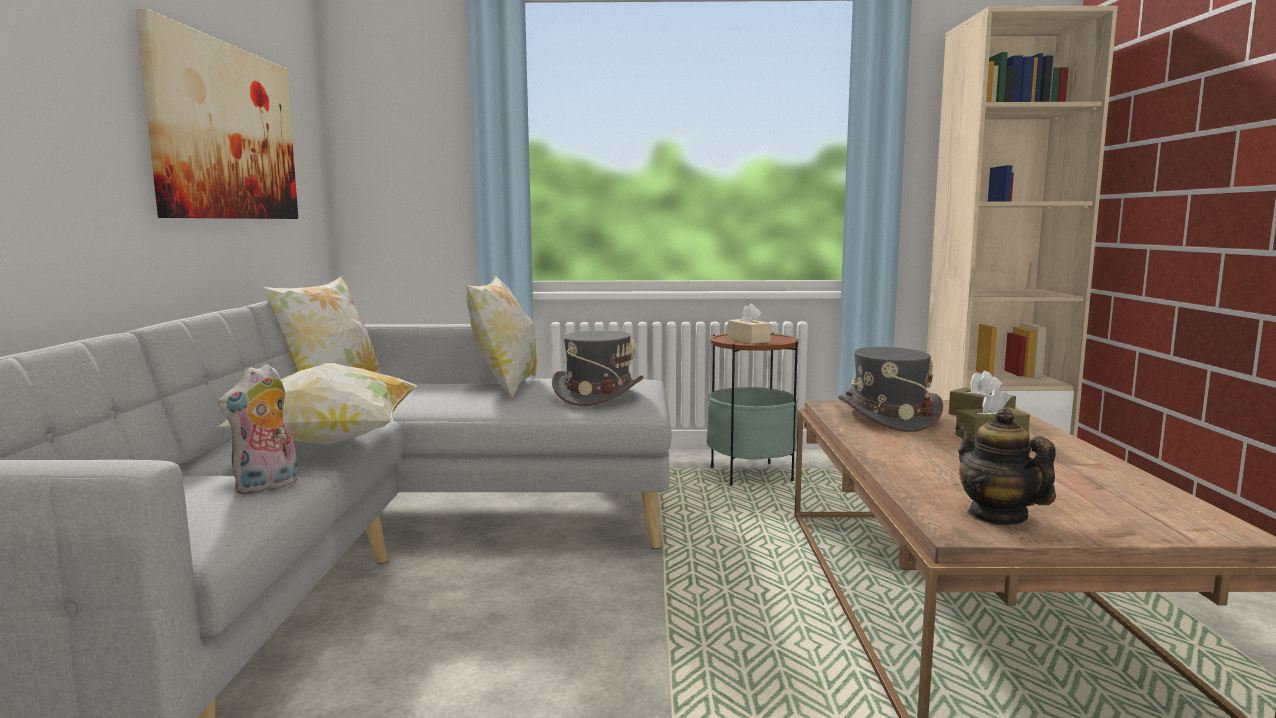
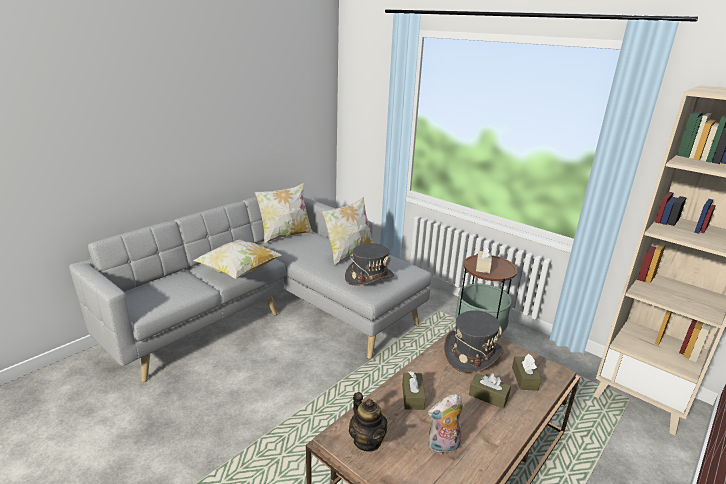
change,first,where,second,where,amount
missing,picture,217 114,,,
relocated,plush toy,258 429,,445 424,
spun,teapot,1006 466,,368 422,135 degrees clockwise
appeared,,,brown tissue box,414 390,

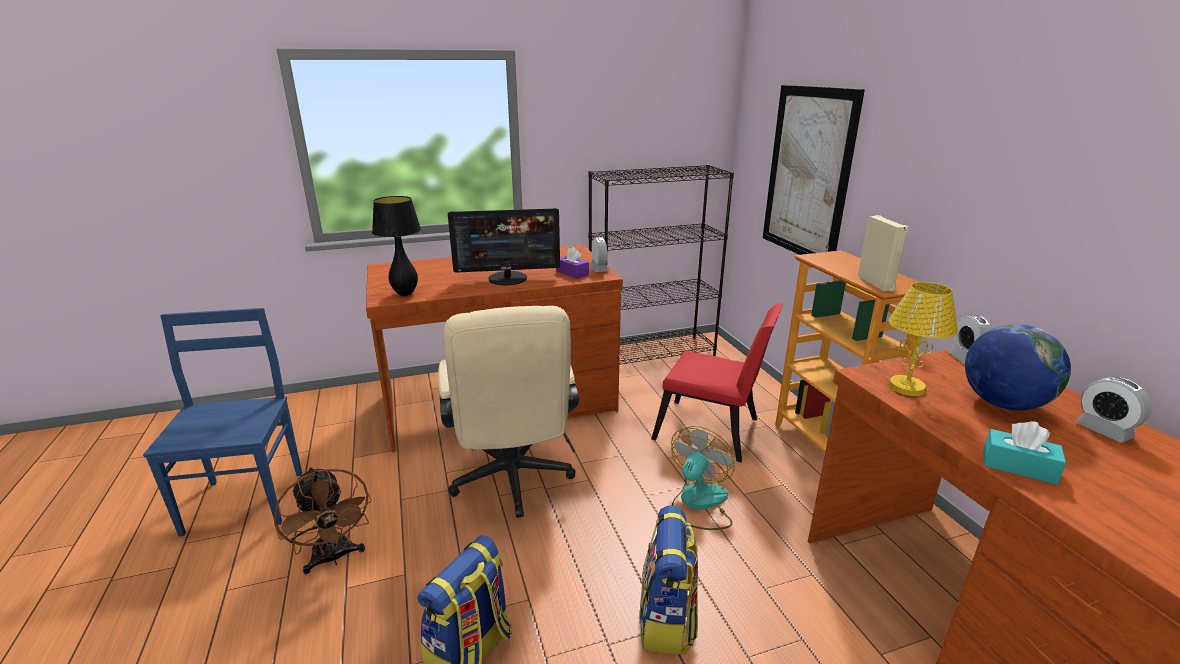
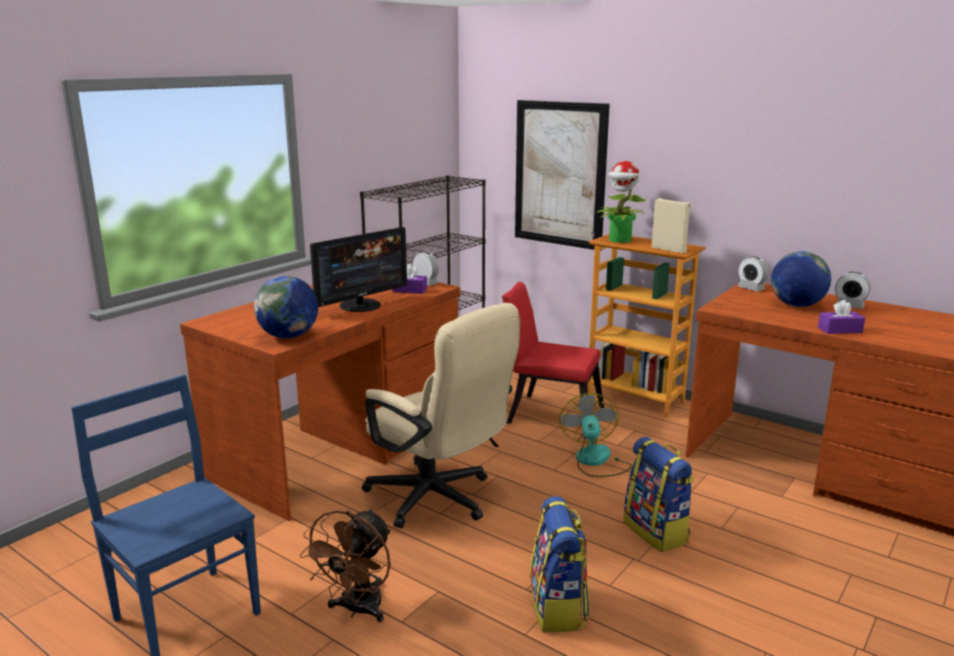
change,first,where,second,where,amount
exchanged,black table lamp,396 246,globe,286 307,
missing,yellow table lamp,923 339,,,
spun,red chair,717 382,,553 353,150 degrees counterclockwise
colour,turquoise tissue box,1024 453,purple tissue box,841 317,
spun,brown fan,322 520,,345 565,90 degrees clockwise
appeared,,,potted plant,620 202,

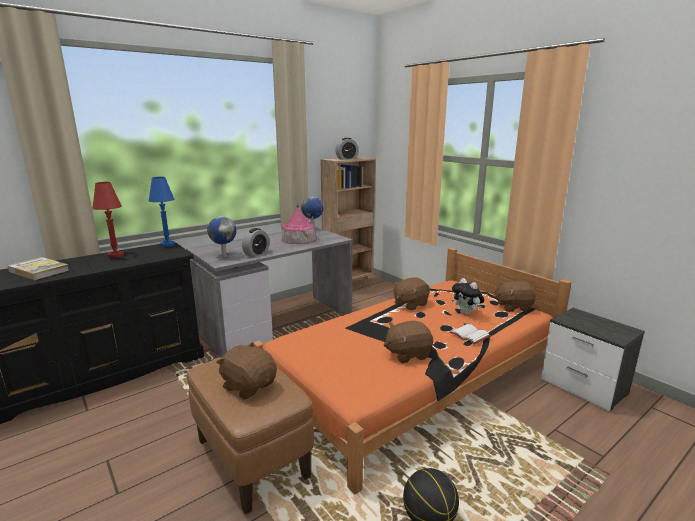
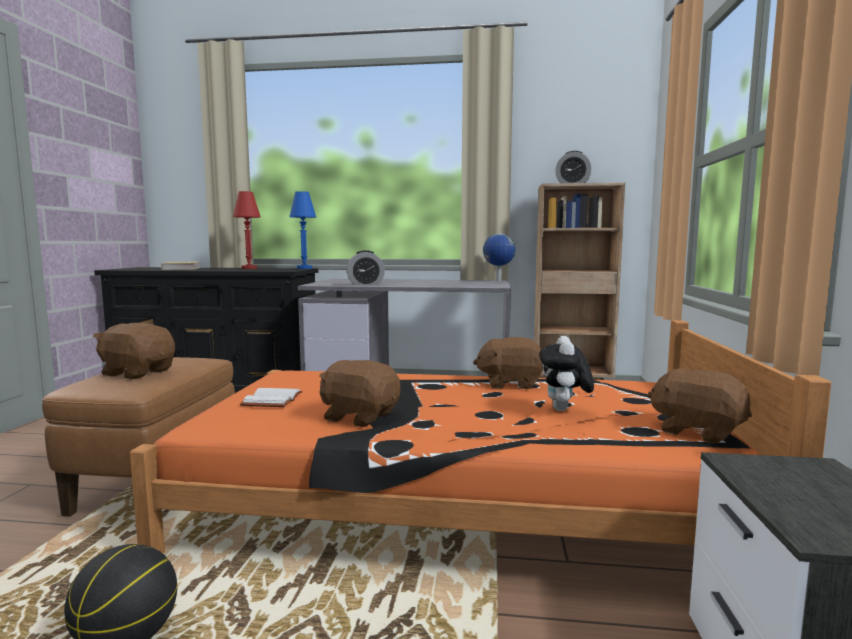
change,first,where,second,where,amount
missing,toy house,299 224,,,
missing,globe,222 236,,,
relocated,white book,470 334,,271 397,
spun,brown plush toy,246 371,,134 351,60 degrees counterclockwise

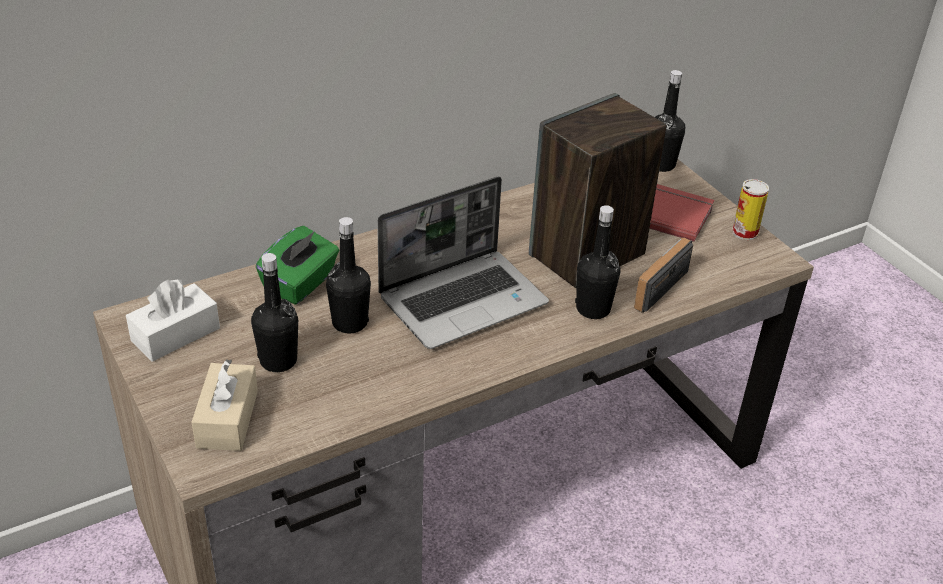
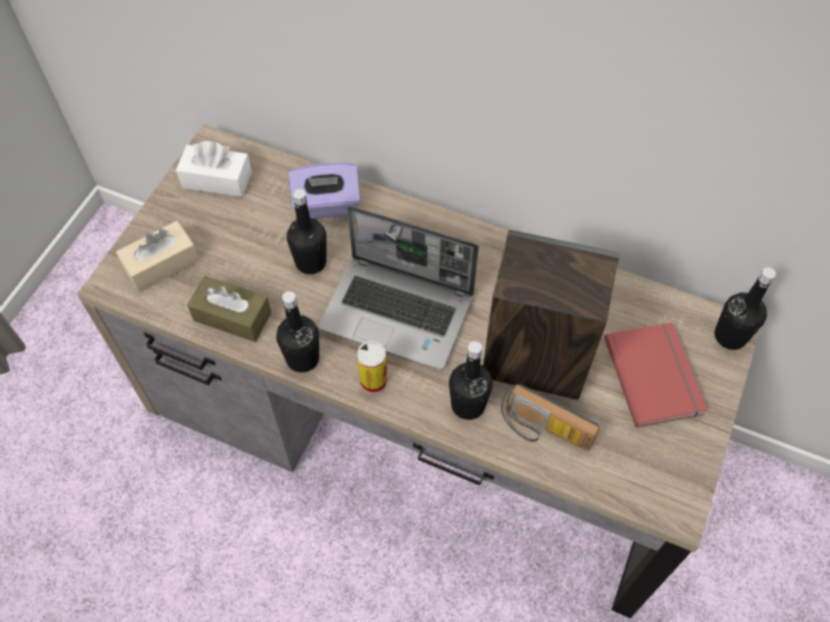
change,first,where,second,where,amount
relocated,can,750 209,,372 367,
colour,green tissue box,297 265,purple tissue box,324 191,
spun,radio,663 275,,550 417,150 degrees counterclockwise
relocated,black bottle,274 312,,297 331,
appeared,,,brown tissue box,229 309,

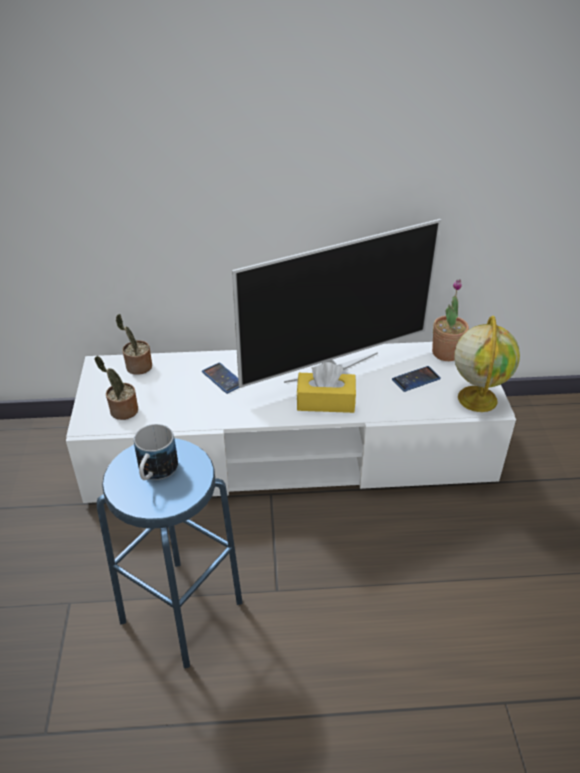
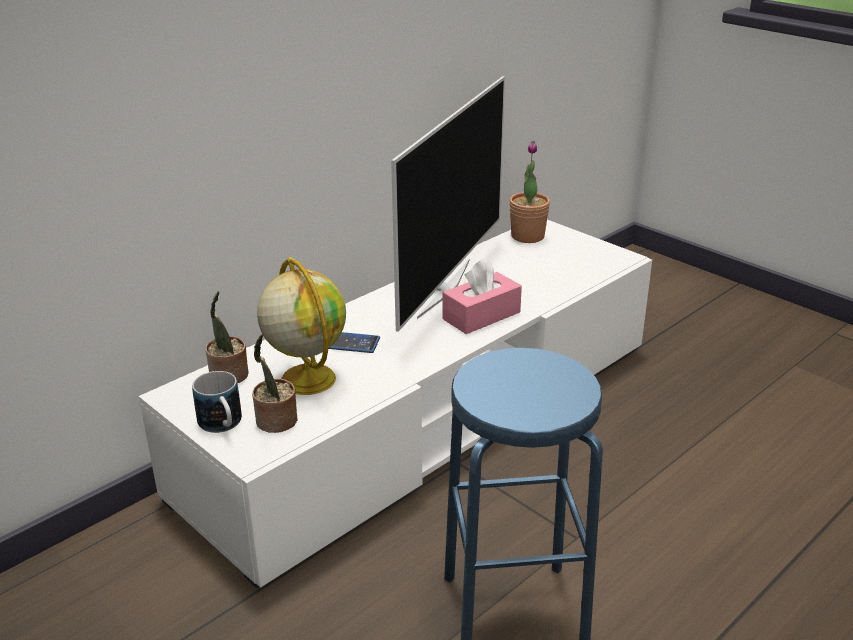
change,first,where,second,where,amount
relocated,globe,487 364,,301 326,
colour,yellow tissue box,326 387,pink tissue box,482 296,
missing,phone,416 379,,,
relocated,mug,156 452,,217 402,

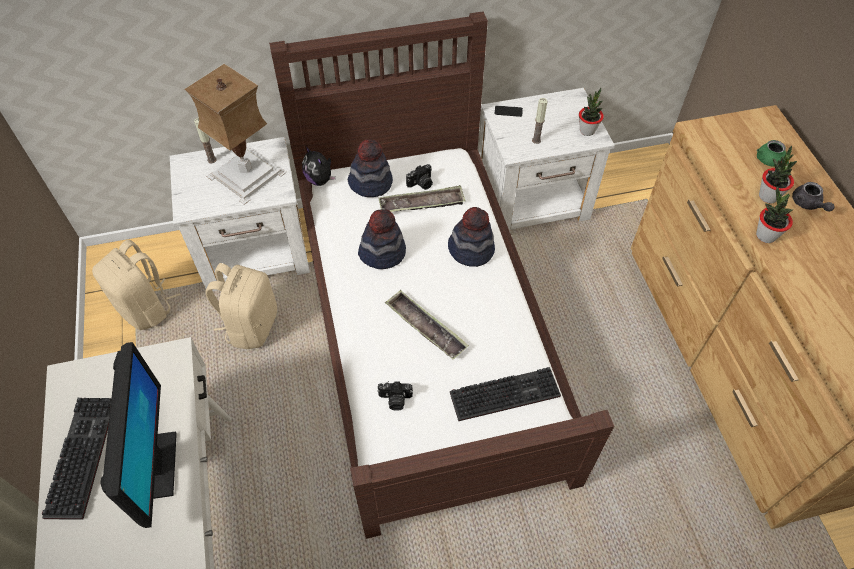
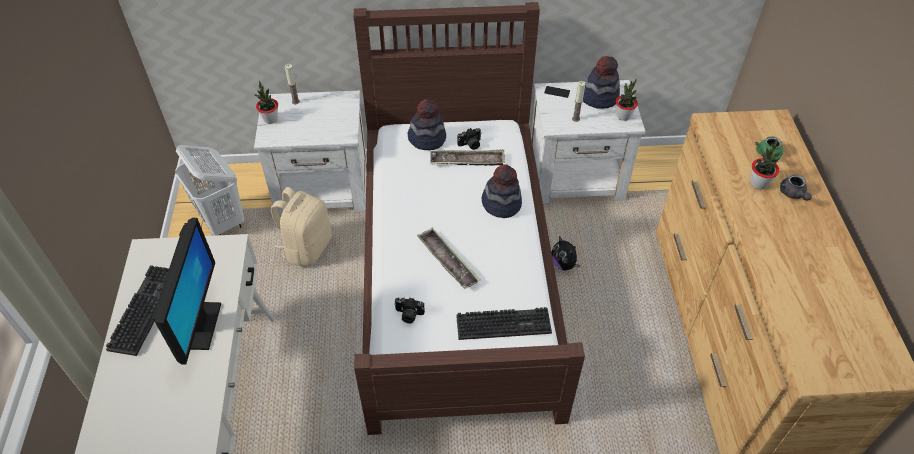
change,first,where,second,where,amount
missing,table lamp,236 134,,,
relocated,plush toy,319 166,,566 253,
relocated,potted plant,774 215,,266 102,
relocated,hat,382 239,,601 82,
exchanged,beige backpack,136 285,white laundry basket,210 190,

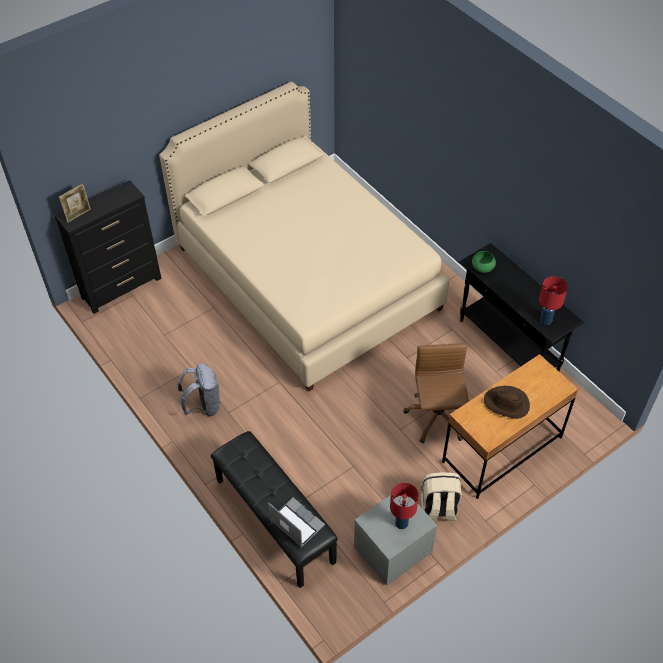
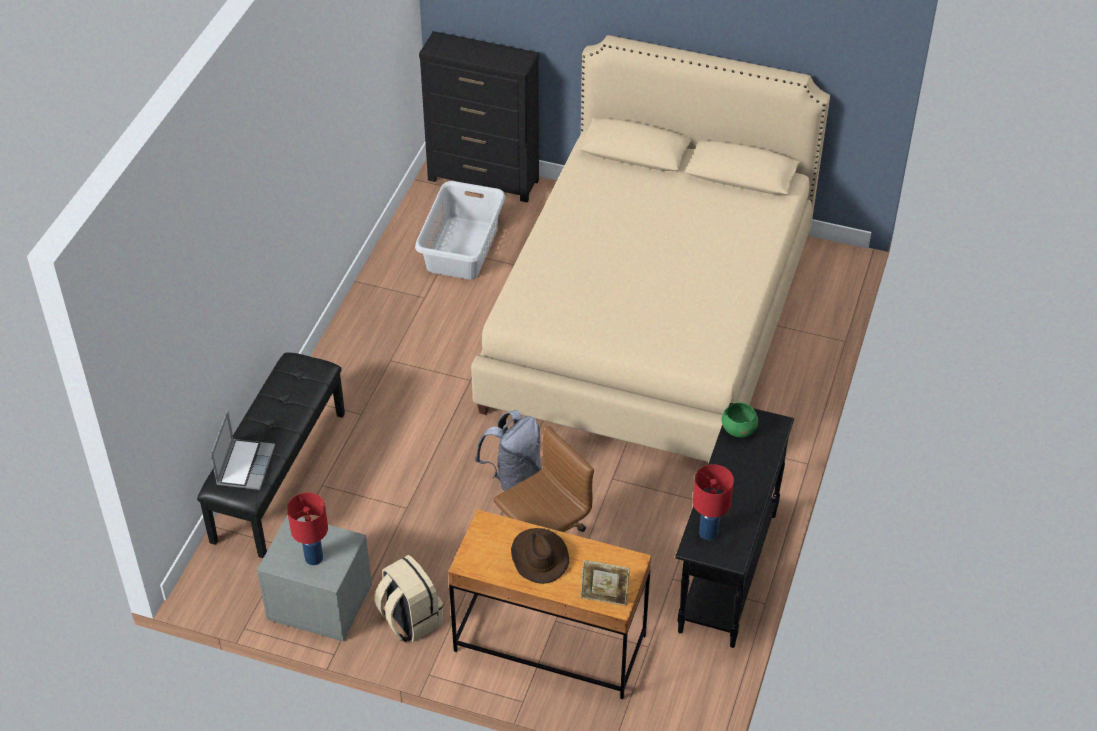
change,first,where,second,where,amount
relocated,picture frame,75 203,,605 583,
relocated,grey backpack,199 389,,508 450,
appeared,,,grey laundry basket,460 230,

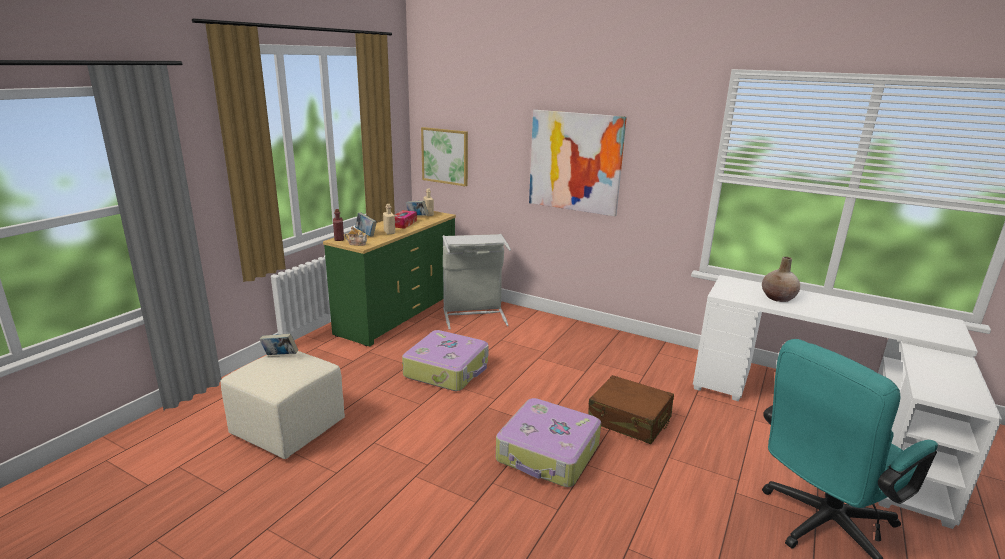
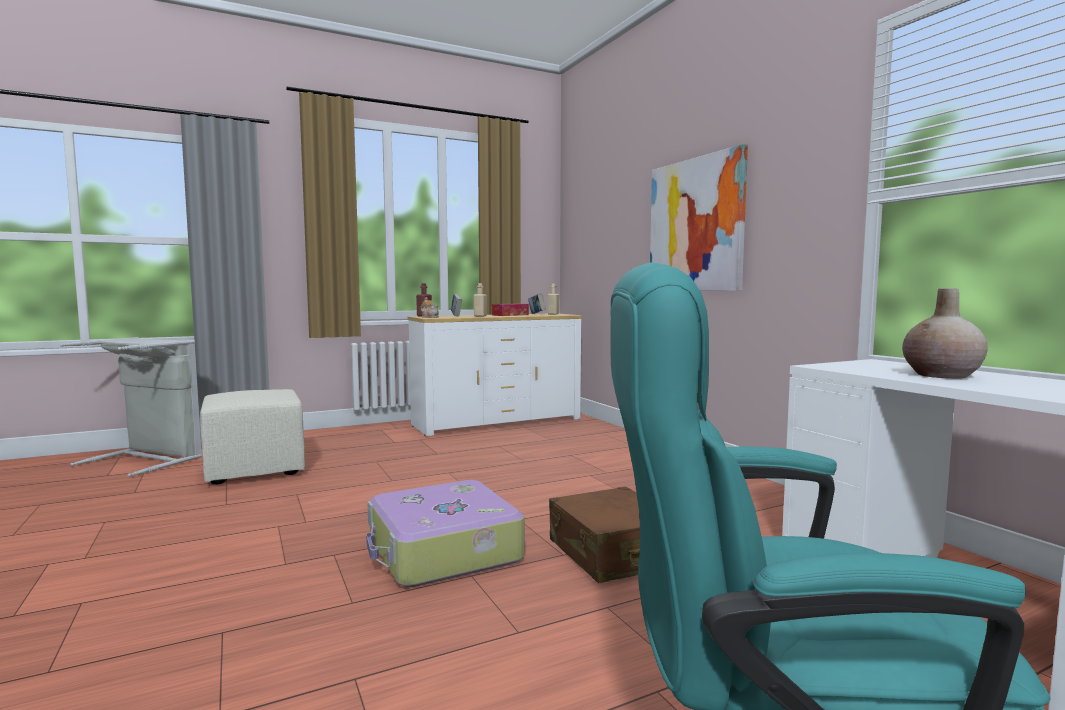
change,first,where,second,where,amount
missing,picture,444 156,,,
colour,green dresser,389 279,white dresser,495 375,
relocated,grey laundry basket,477 282,,131 407,
missing,suitcase,445 360,,,
missing,book,278 344,,,

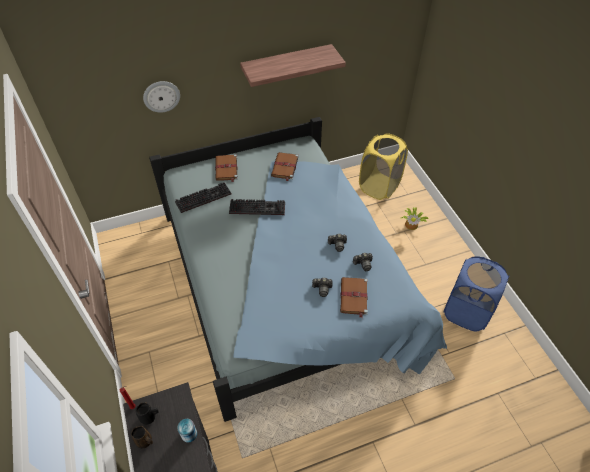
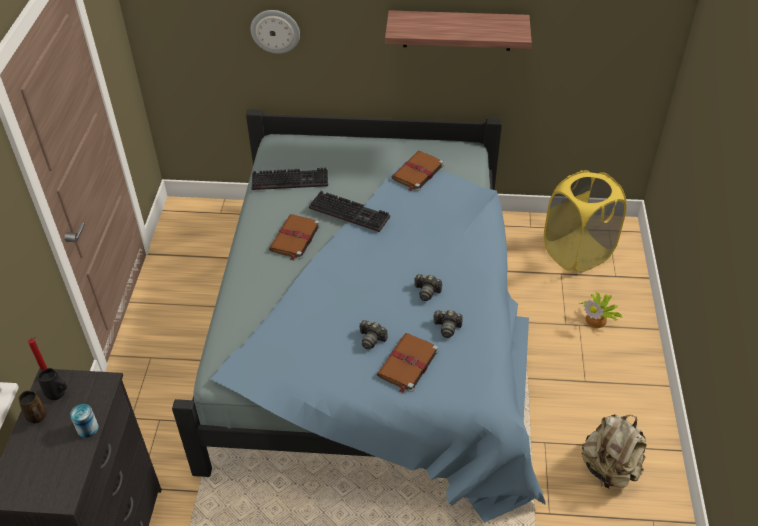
change,first,where,second,where,amount
relocated,brown book,226 168,,294 237,
exchanged,blue laundry basket,476 293,beige backpack,614 452,

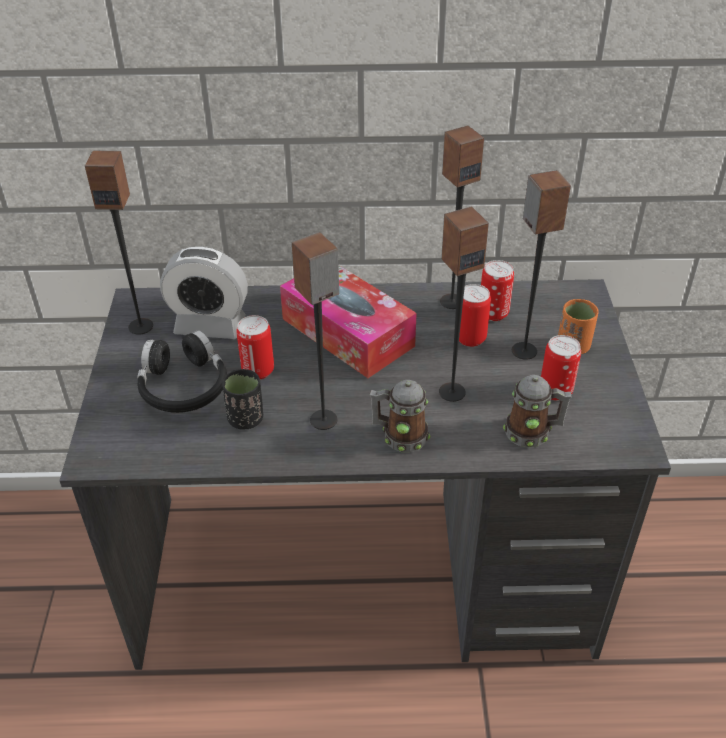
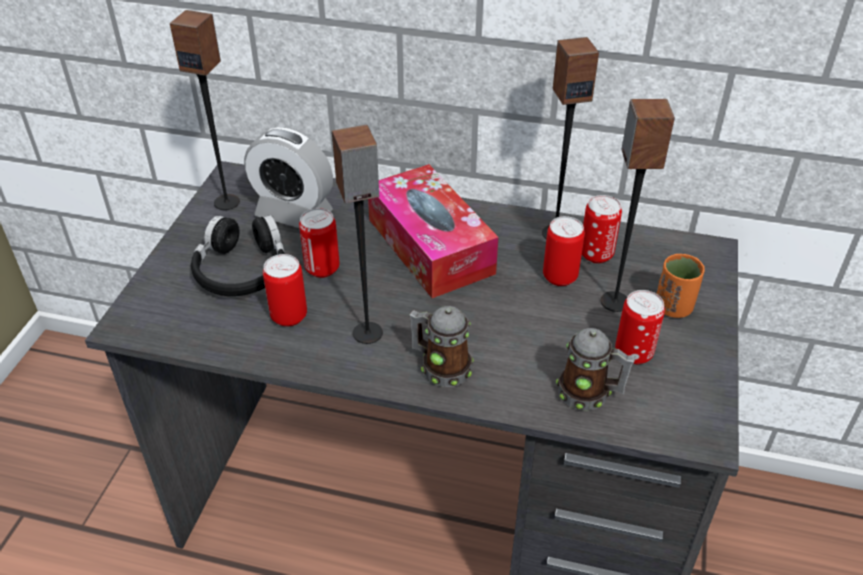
change,first,where,second,where,amount
missing,speaker,464 304,,,
exchanged,black cup,242 399,can,285 290,

